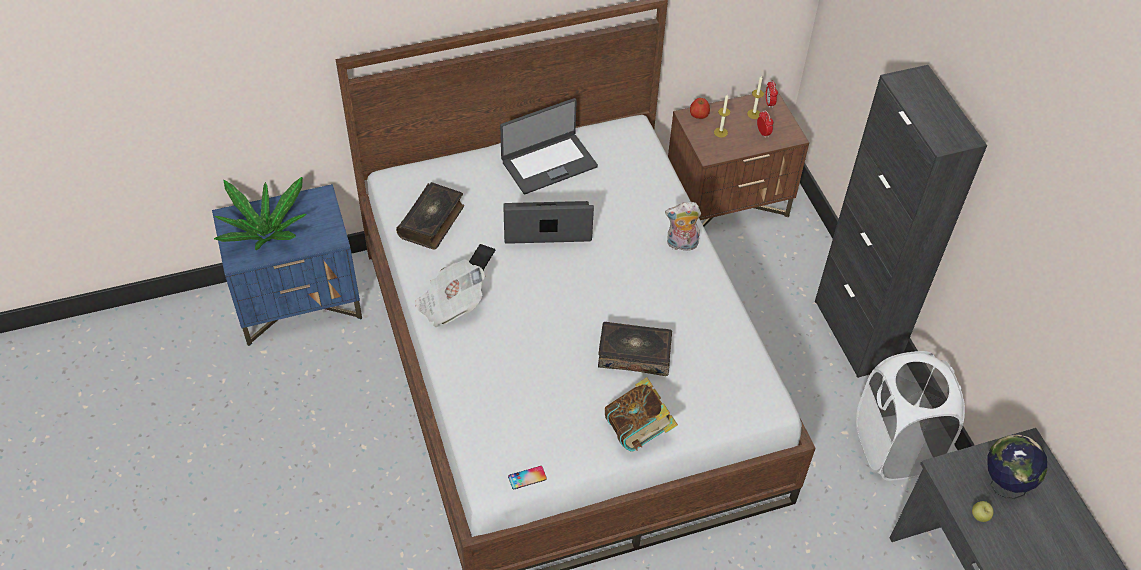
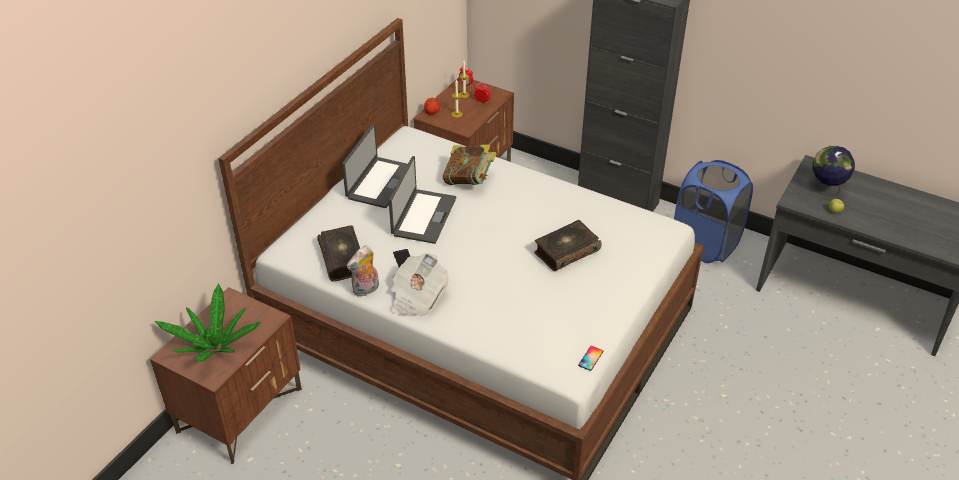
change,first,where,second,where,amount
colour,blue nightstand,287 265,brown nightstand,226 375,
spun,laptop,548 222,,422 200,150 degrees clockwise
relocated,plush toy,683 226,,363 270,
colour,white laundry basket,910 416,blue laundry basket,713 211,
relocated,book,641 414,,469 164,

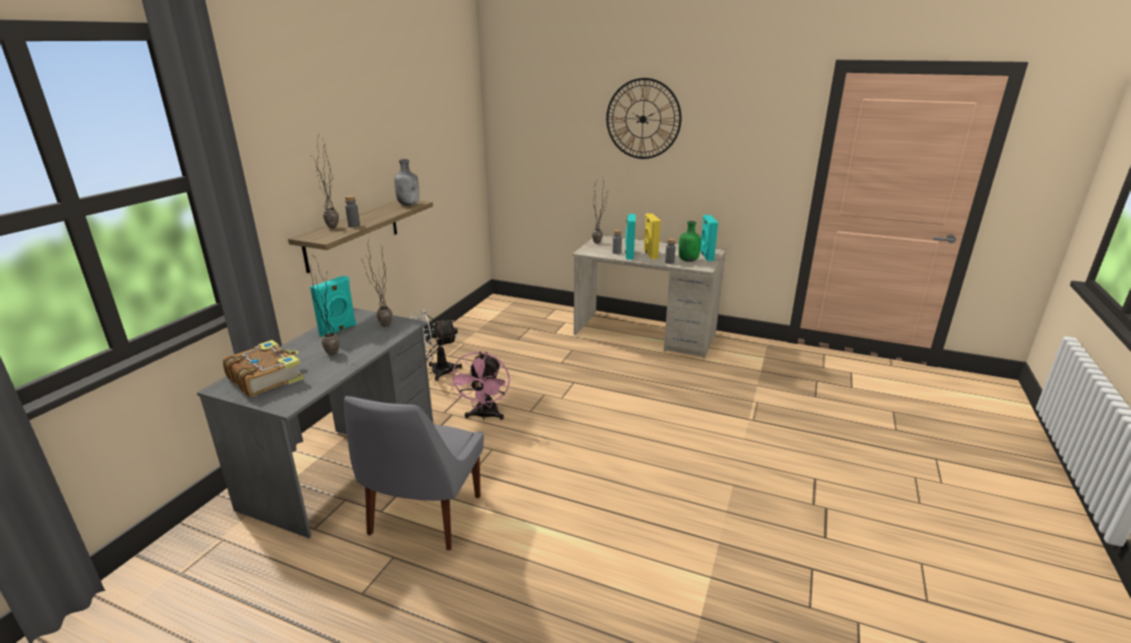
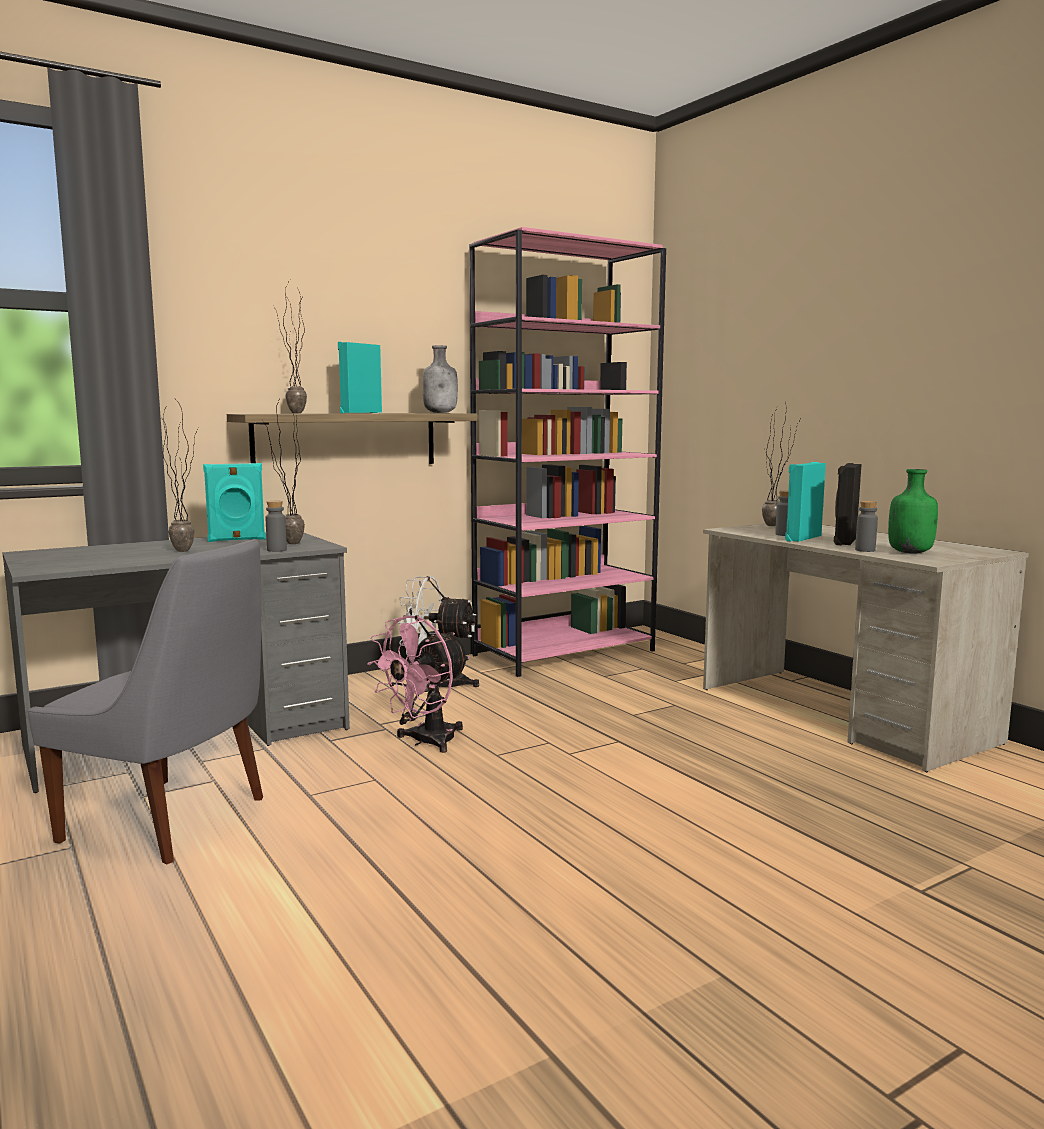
change,first,where,second,where,amount
missing,wall clock,644 118,,,
relocated,grey bottle,352 211,,276 526,
colour,yellow speaker,652 236,black speaker,848 504,
relocated,turquoise speaker,709 238,,360 377,
missing,book,263 368,,,
spun,grey chair,414 473,,145 702,120 degrees counterclockwise
appeared,,,pink bookcase,567 452,

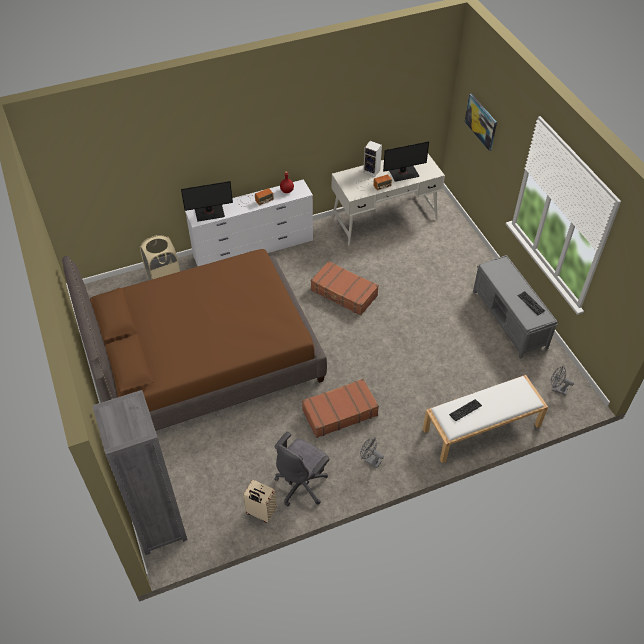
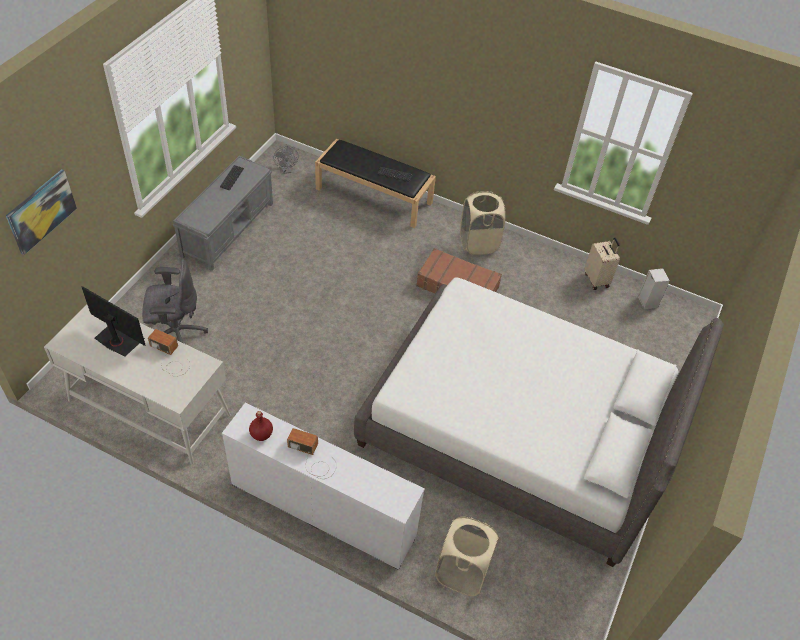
change,first,where,second,where,amount
relocated,speaker,372 159,,654 288,
missing,monitor,207 201,,,
colour,brown bed,194 340,white bed,539 422,
missing,brown suitcase,345 288,,,
colour,white bench,485 419,black bench,375 183,
missing,grey bookcase,140 472,,,
relocated,grey office chair,302 469,,175 301,
exchanged,grey fan,372 452,beige laundry basket,483 223,

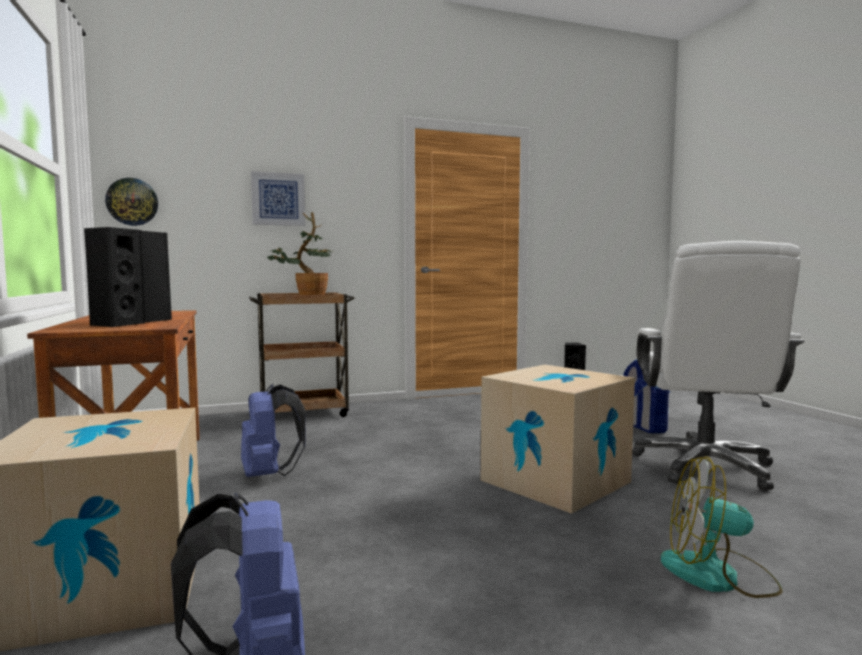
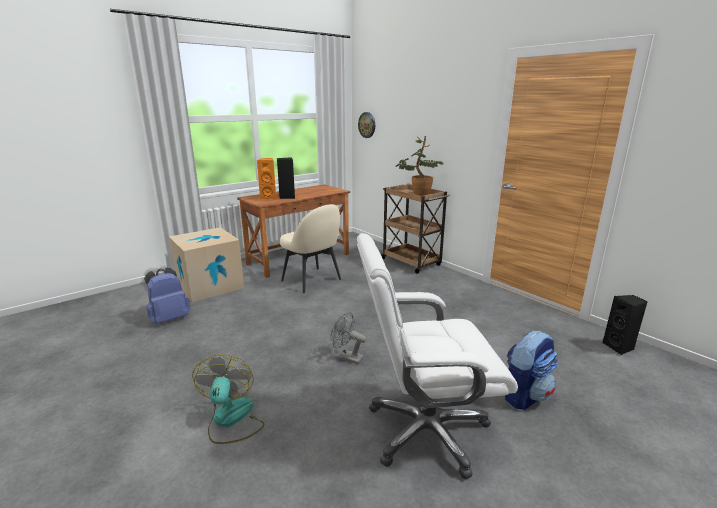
change,first,where,second,where,amount
missing,picture,278 198,,,
colour,black speaker,114 277,orange speaker,266 179,
exchanged,cardboard box,558 439,grey fan,348 338,
exchanged,blue backpack,273 430,beige chair,310 248,

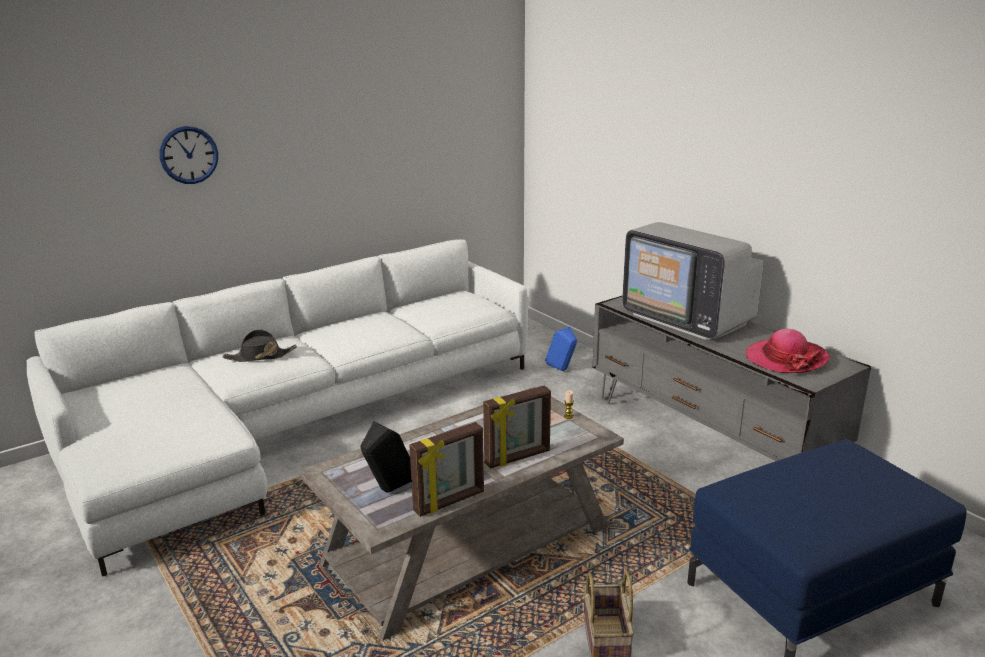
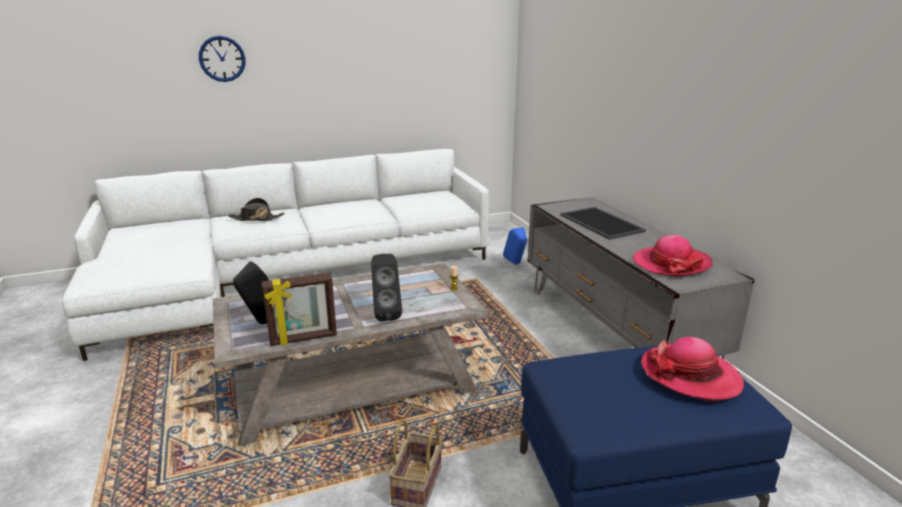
change,first,where,second,where,amount
exchanged,television,693 281,tray,603 223,
exchanged,picture frame,517 427,black speaker,386 287,
appeared,,,hat,692 369,

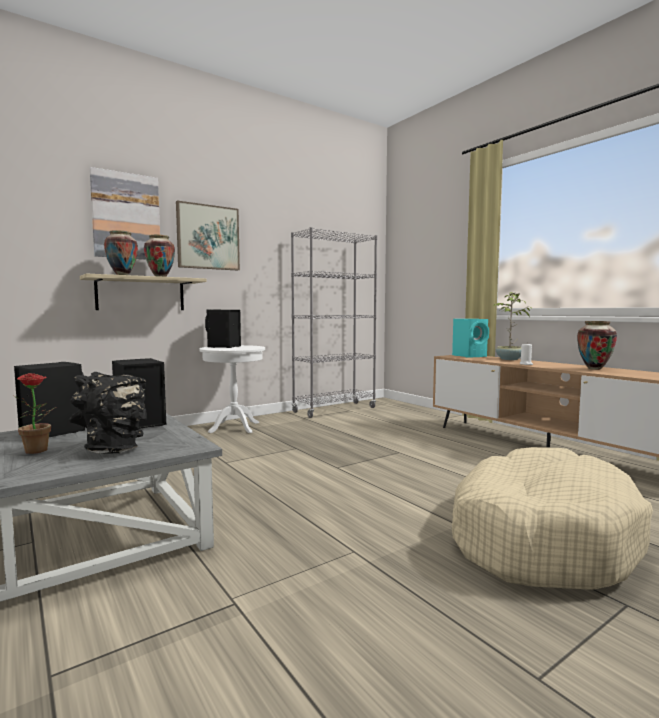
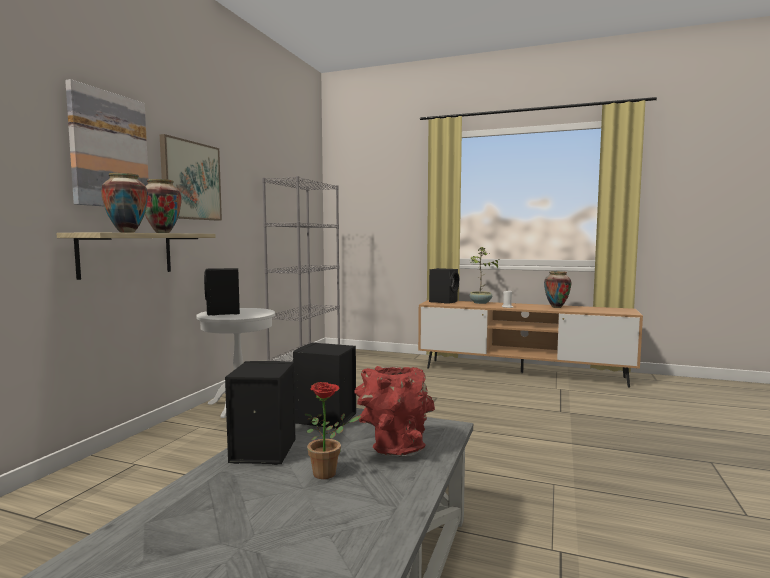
change,first,where,second,where,amount
colour,turquoise speaker,470 338,black speaker,444 286,
colour,black vase,108 413,red vase,395 411,
missing,beige dog bed,552 518,,,

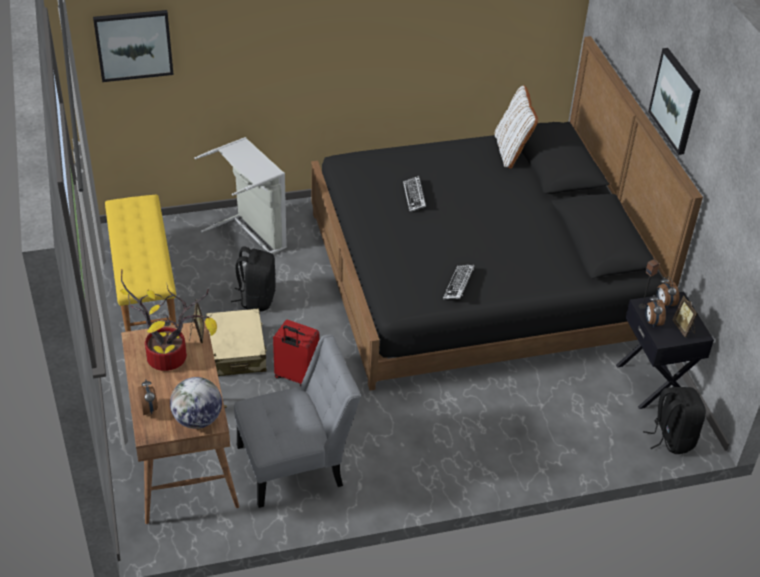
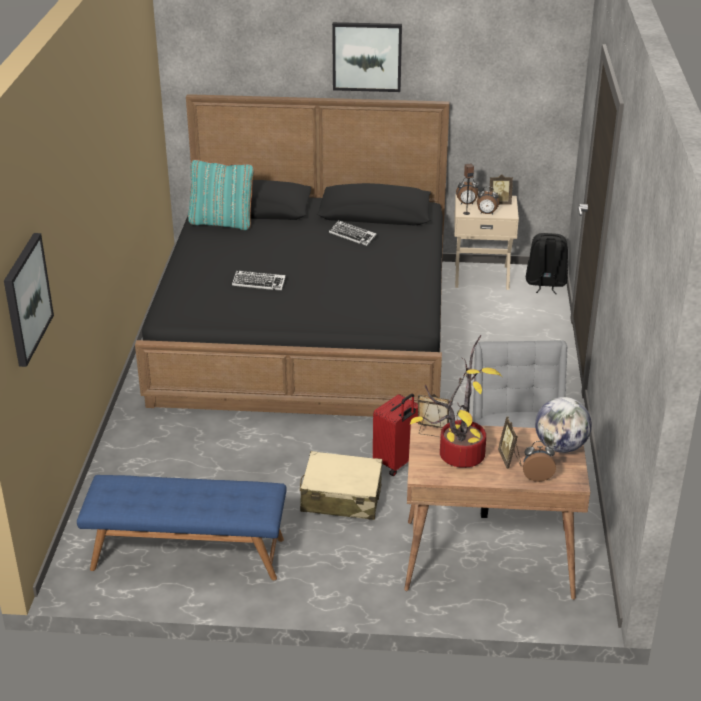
change,first,where,second,where,amount
colour,white pillow,516 127,turquoise pillow,221 194,
missing,grey laundry basket,240 202,,,
colour,yellow bench,140 263,blue bench,182 528,
missing,black backpack,253 279,,,
relocated,keyboard,458 282,,353 233,
colour,black nightstand,665 350,beige nightstand,486 242,
appeared,,,picture frame,509 443,

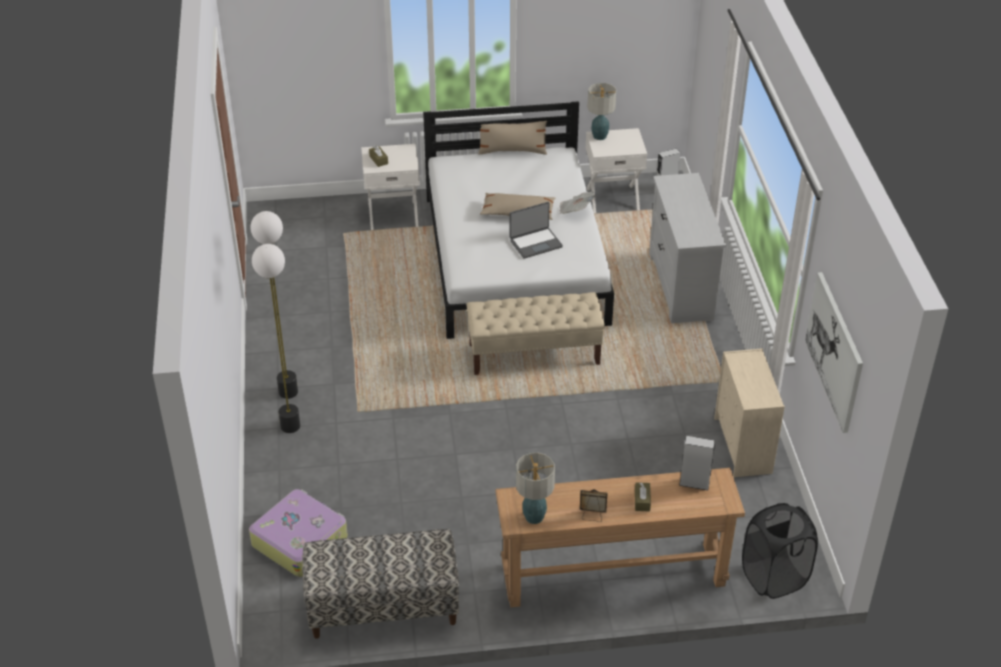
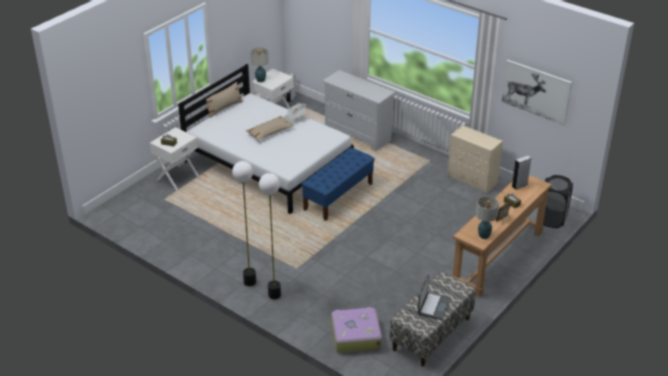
change,first,where,second,where,amount
relocated,laptop,536 230,,434 297,
colour,beige bench,535 333,blue bench,338 184,

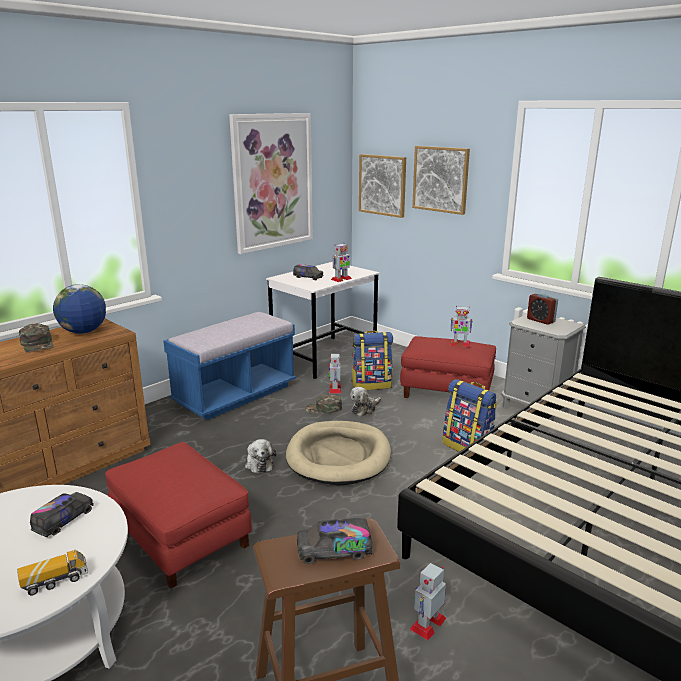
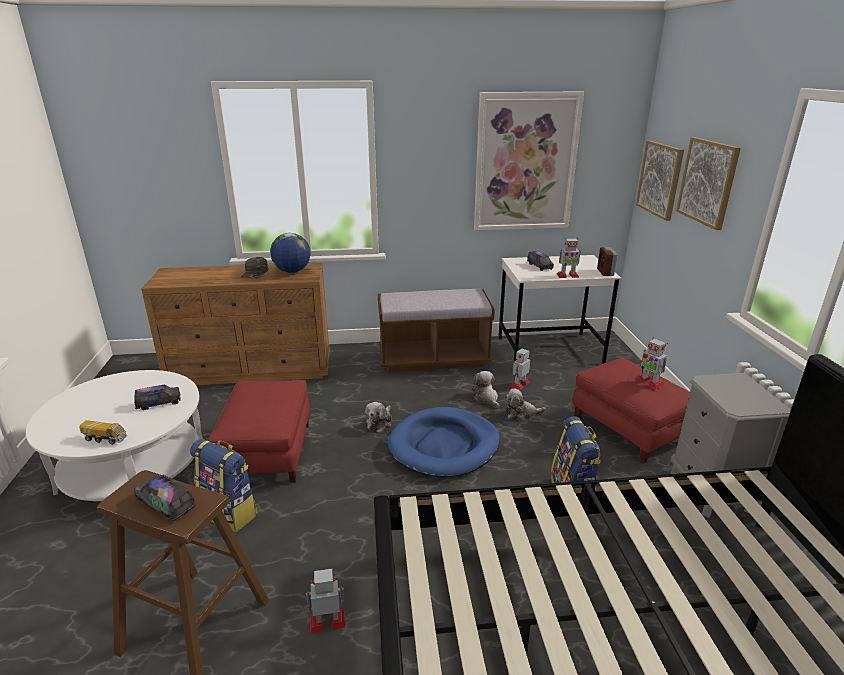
change,first,where,second,where,amount
relocated,alarm clock,542 309,,607 261,
colour,blue bench,229 366,brown bench,436 330,
relocated,backpack,372 360,,224 485,
exchanged,green cap,323 404,plush toy,485 389,
colour,beige dog bed,338 453,blue dog bed,444 442,

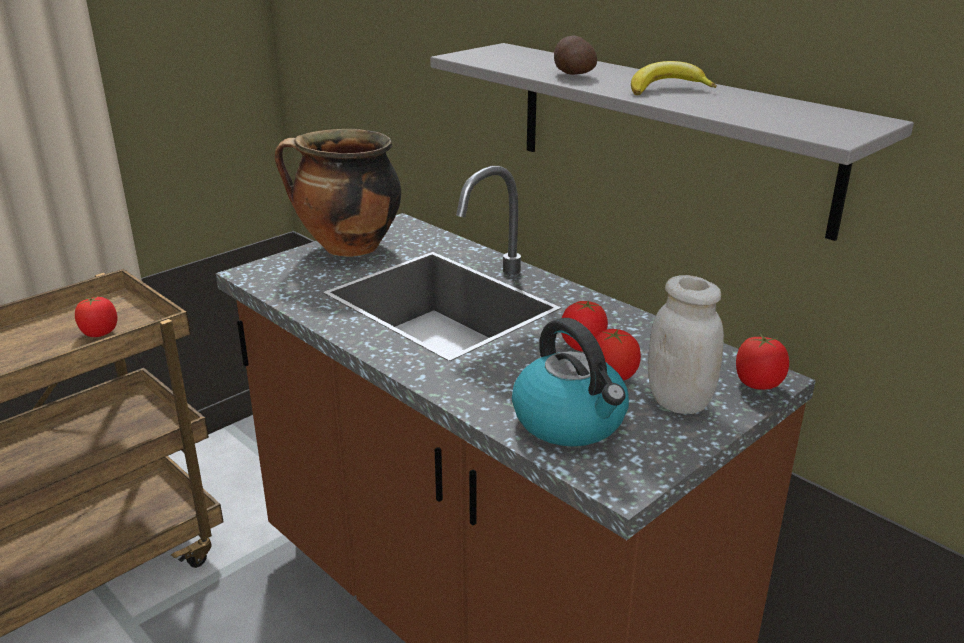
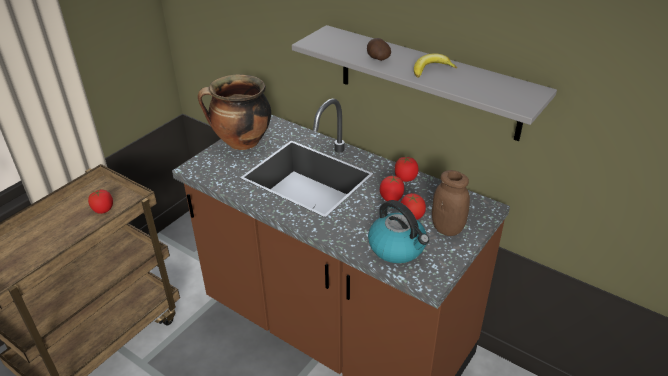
change,first,where,second,where,amount
colour,white jar,686 344,brown jar,451 203,
relocated,tomato,762 362,,407 169,

